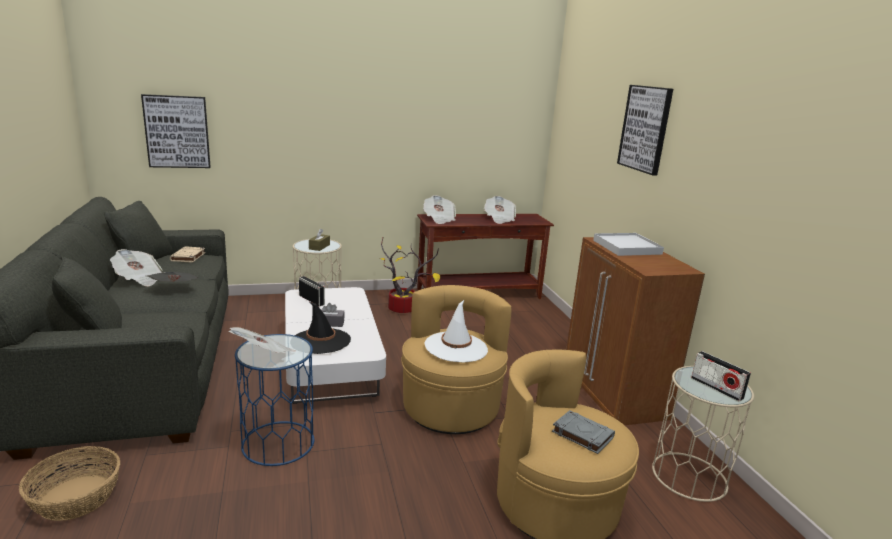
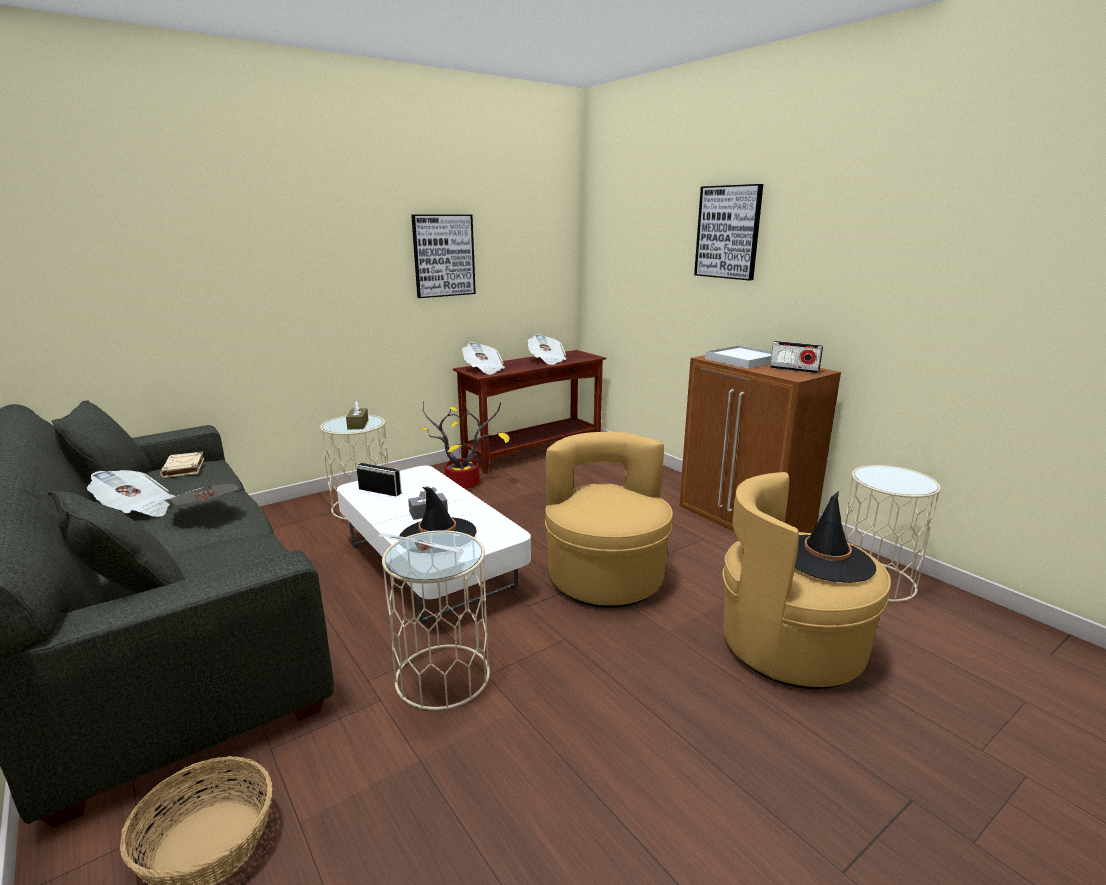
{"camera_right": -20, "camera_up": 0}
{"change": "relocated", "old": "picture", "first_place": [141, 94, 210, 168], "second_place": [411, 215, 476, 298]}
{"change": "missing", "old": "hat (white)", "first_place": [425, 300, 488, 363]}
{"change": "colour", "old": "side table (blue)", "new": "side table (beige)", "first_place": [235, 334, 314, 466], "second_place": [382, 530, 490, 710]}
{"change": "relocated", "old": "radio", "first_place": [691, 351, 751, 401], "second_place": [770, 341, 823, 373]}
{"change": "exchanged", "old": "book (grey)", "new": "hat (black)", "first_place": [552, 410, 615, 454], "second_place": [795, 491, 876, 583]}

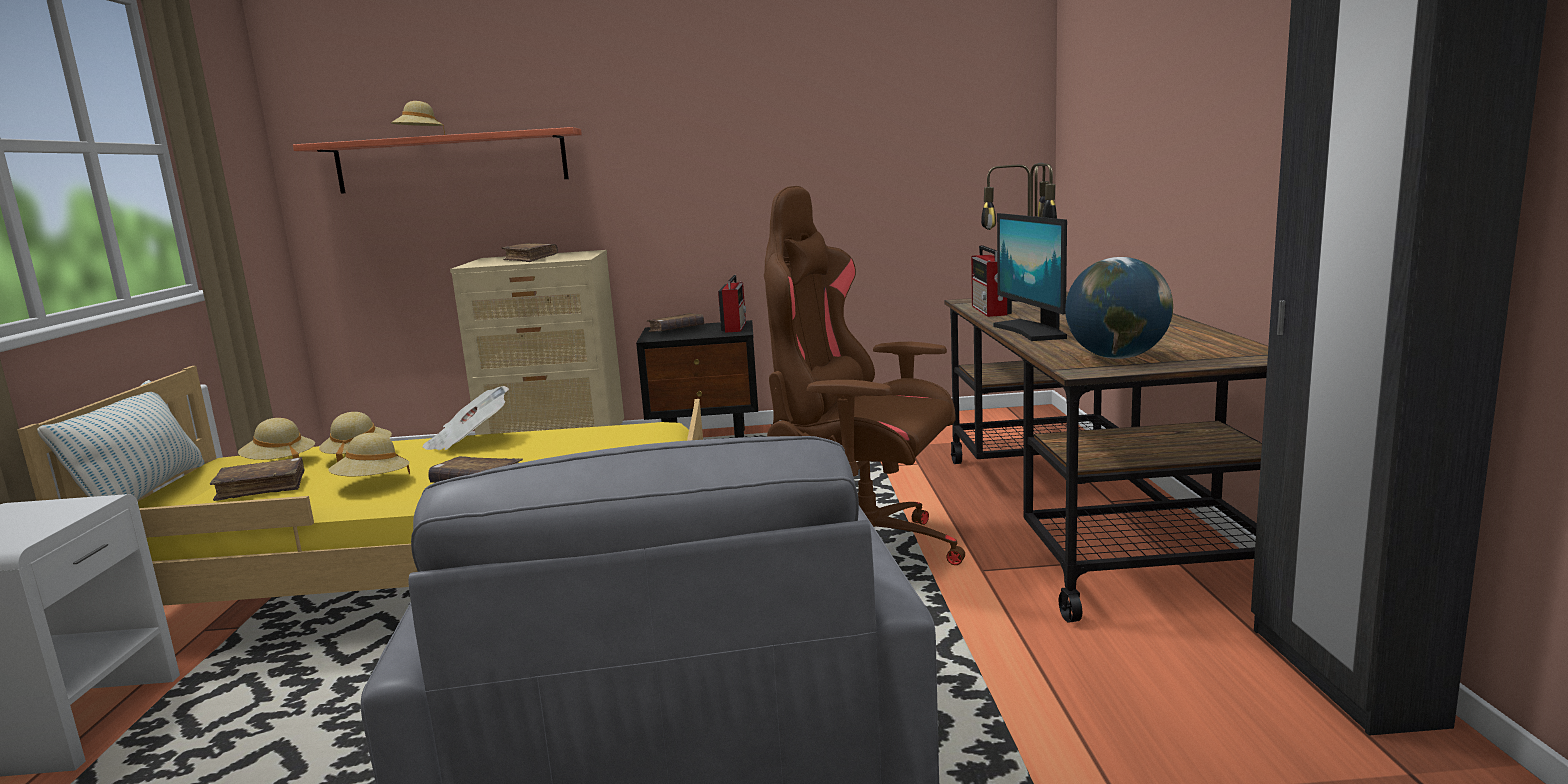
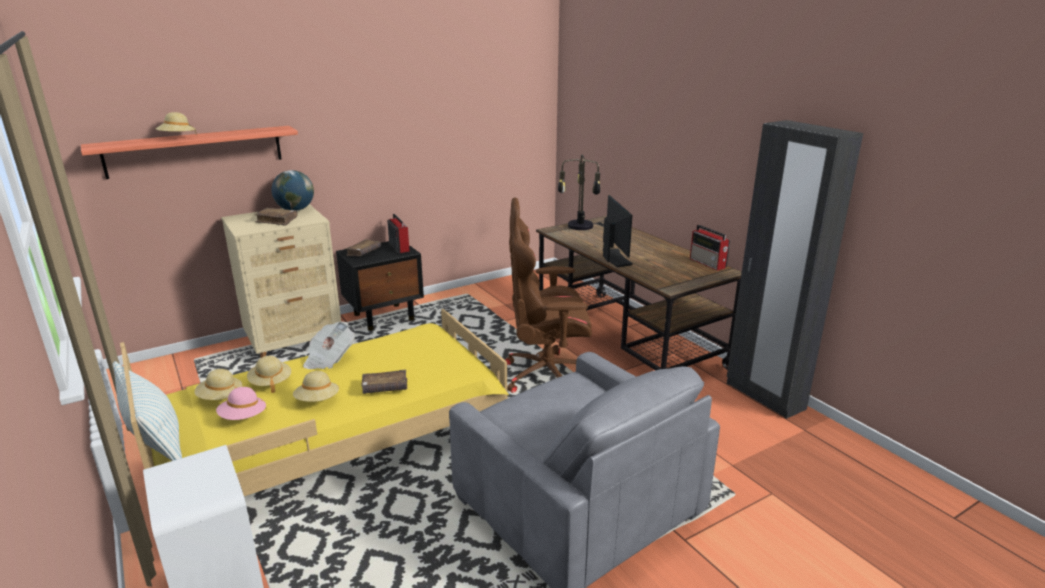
{"camera_right": -30, "camera_up": 10}
{"change": "spun", "old": "monitor", "first_place": [993, 213, 1067, 341], "second_place": [603, 195, 632, 267], "degrees": -150}
{"change": "relocated", "old": "radio", "first_place": [971, 245, 1012, 317], "second_place": [690, 225, 730, 271]}
{"change": "relocated", "old": "globe", "first_place": [1065, 257, 1173, 359], "second_place": [271, 170, 314, 211]}
{"change": "exchanged", "old": "book (brown)", "new": "hat (pink)", "first_place": [210, 457, 305, 501], "second_place": [216, 387, 266, 420]}

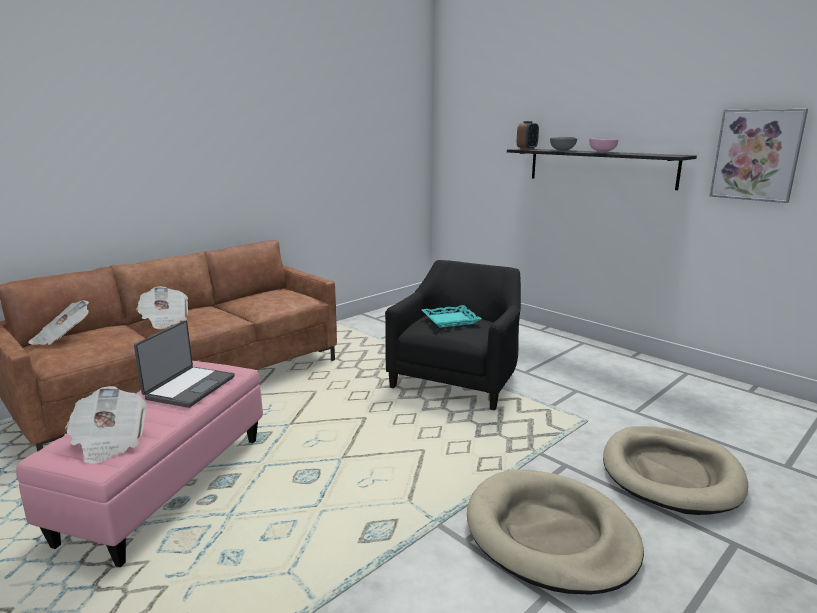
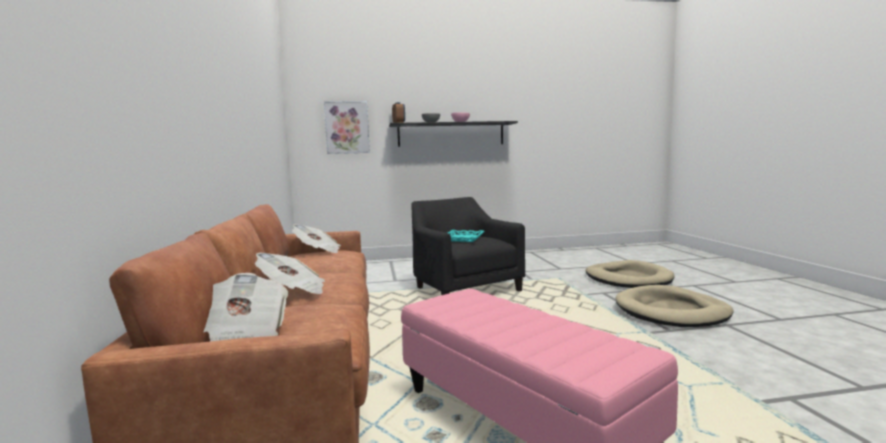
{"camera_right": -55, "camera_up": -10}
{"change": "relocated", "old": "picture", "first_place": [710, 109, 808, 203], "second_place": [324, 101, 370, 154]}
{"change": "missing", "old": "laptop", "first_place": [134, 320, 235, 408]}
{"change": "relocated", "old": "newspaper", "first_place": [65, 386, 147, 464], "second_place": [292, 224, 341, 253]}

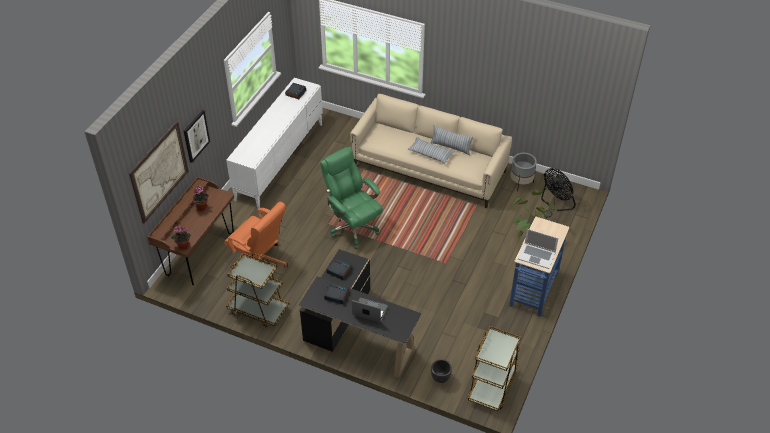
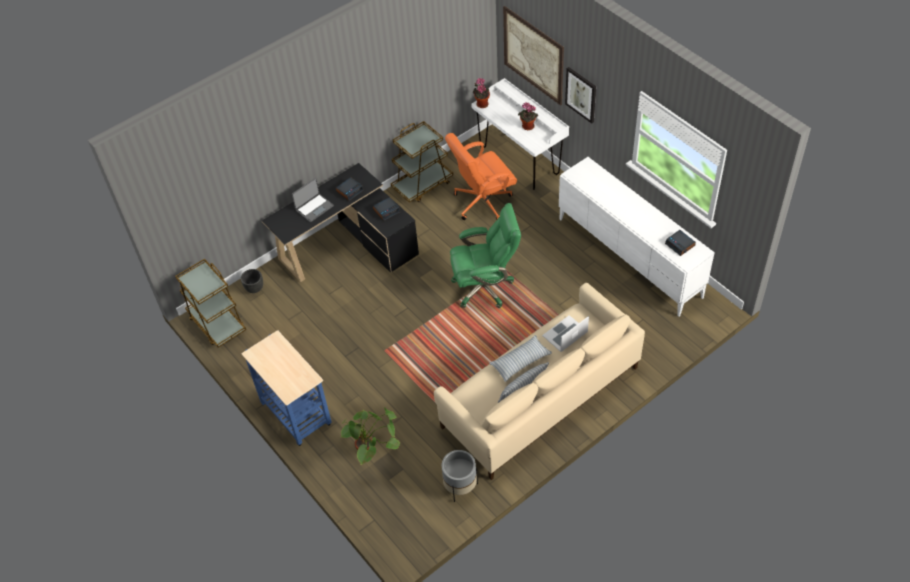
{"camera_right": 120, "camera_up": 5}
{"change": "missing", "old": "fan (black)", "first_place": [541, 168, 576, 218]}
{"change": "colour", "old": "desk (brown)", "new": "desk (white)", "first_place": [147, 177, 234, 285], "second_place": [471, 78, 569, 190]}
{"change": "relocated", "old": "laptop", "first_place": [518, 229, 558, 269], "second_place": [542, 315, 589, 352]}

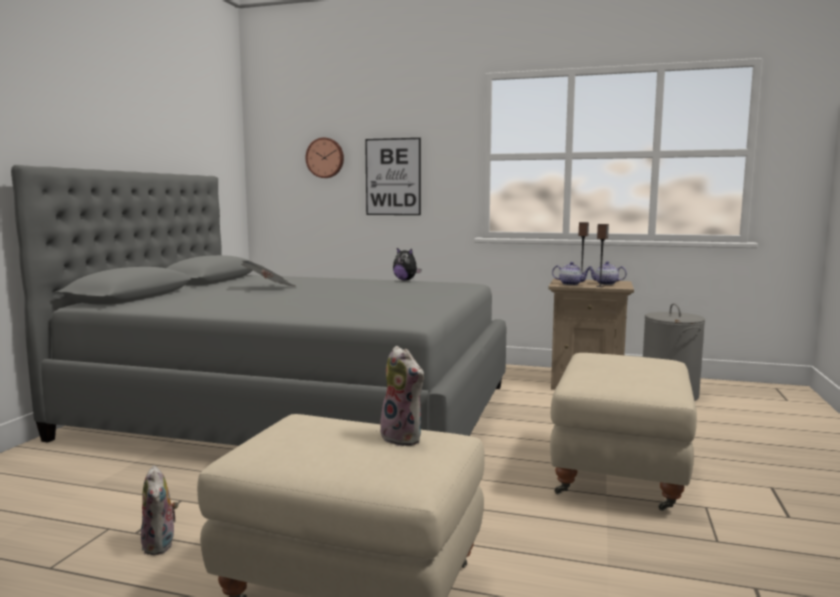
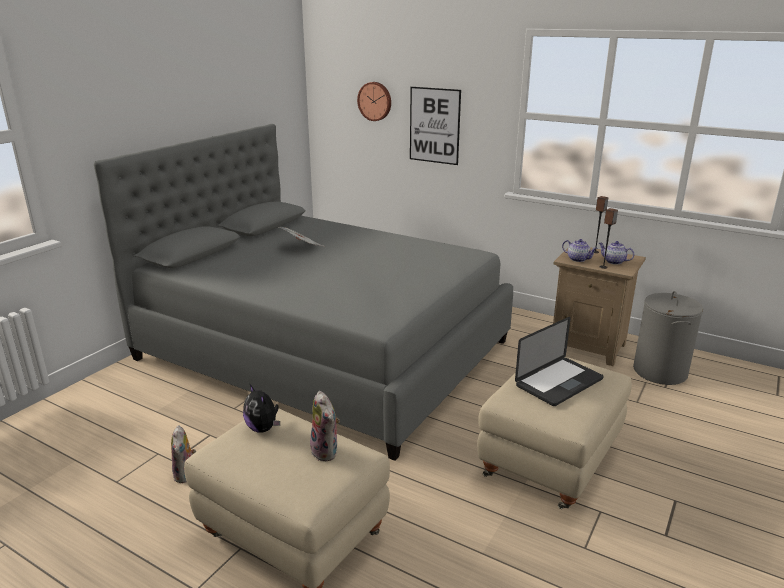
{"camera_right": 15, "camera_up": 15}
{"change": "relocated", "old": "plush toy", "first_place": [393, 248, 421, 281], "second_place": [243, 385, 280, 432]}
{"change": "appeared", "new": "laptop", "second_place": [515, 317, 604, 406]}

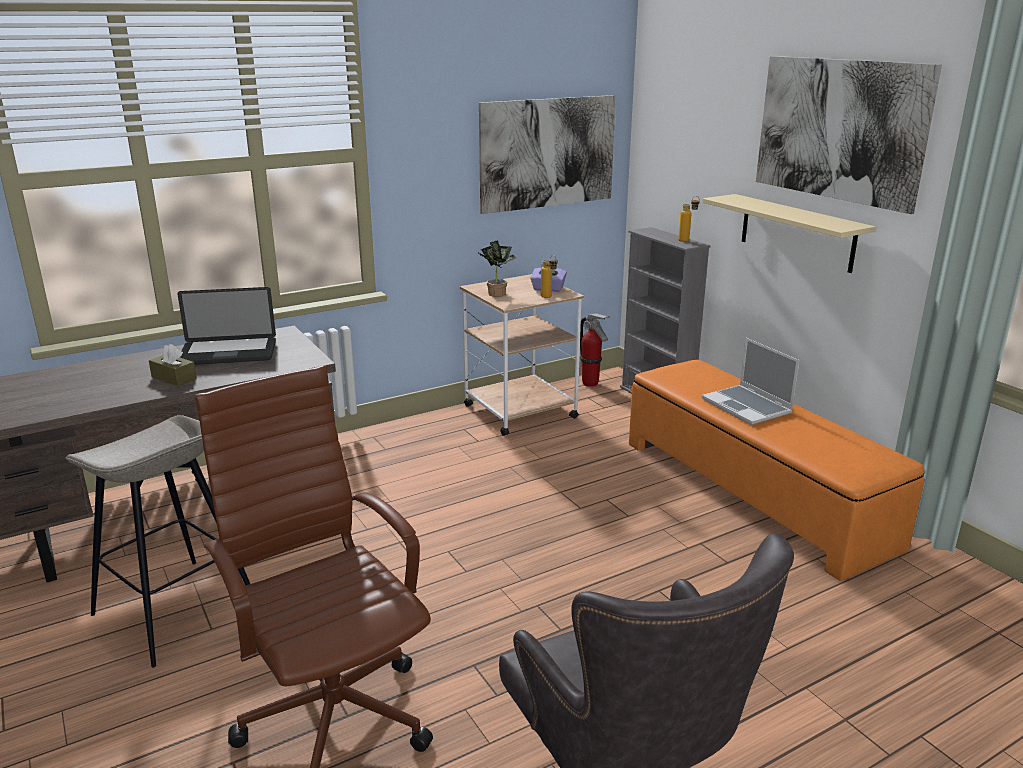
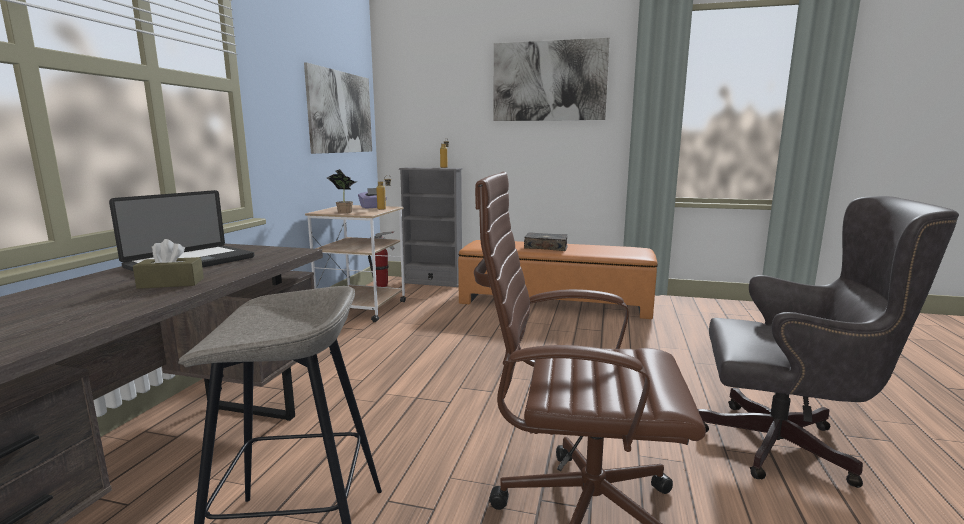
{"camera_right": -45, "camera_up": -10}
{"change": "missing", "old": "shelf (beige)", "first_place": [703, 194, 876, 273]}
{"change": "exchanged", "old": "laptop", "new": "book", "first_place": [702, 338, 799, 425], "second_place": [524, 232, 568, 251]}

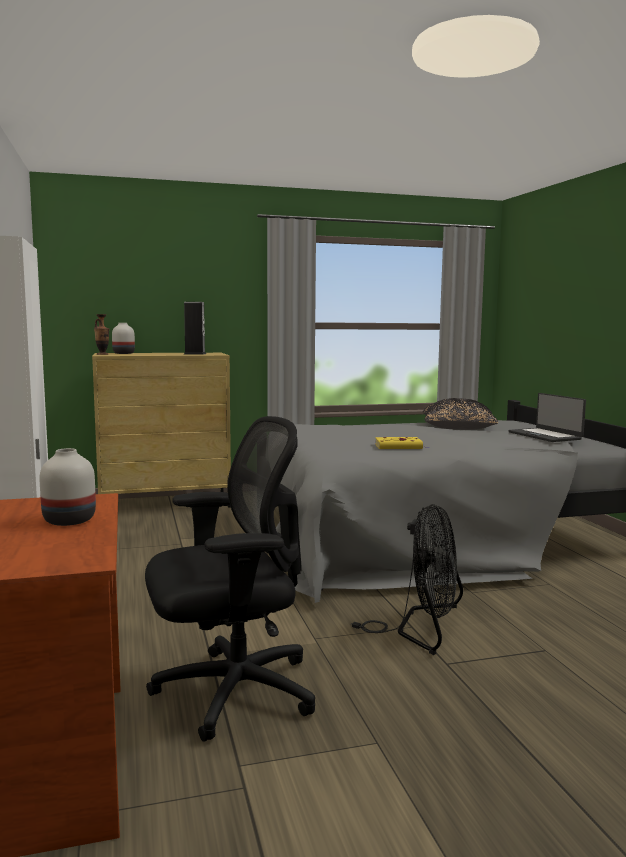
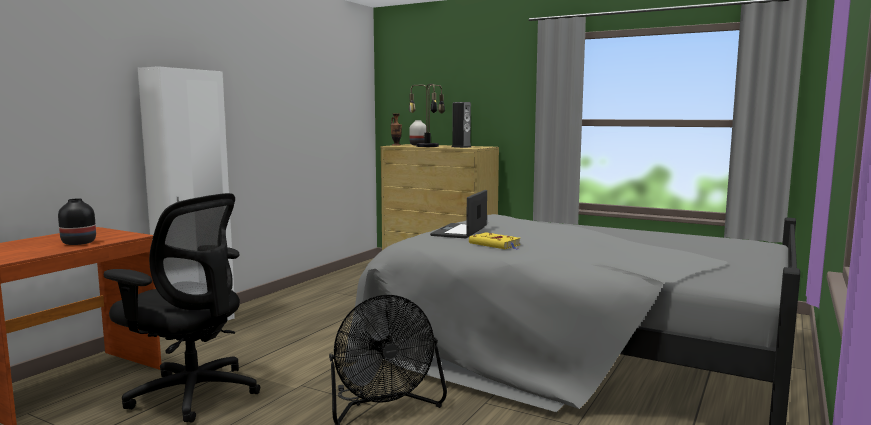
{"camera_right": 45, "camera_up": 0}
{"change": "relocated", "old": "laptop", "first_place": [508, 393, 586, 442], "second_place": [430, 190, 487, 238]}
{"change": "missing", "old": "pillow (grey)", "first_place": [423, 398, 499, 430]}
{"change": "colour", "old": "vase (white)", "new": "vase (black)", "first_place": [40, 448, 96, 526], "second_place": [58, 198, 96, 245]}
{"change": "appeared", "new": "table lamp", "second_place": [409, 84, 445, 147]}

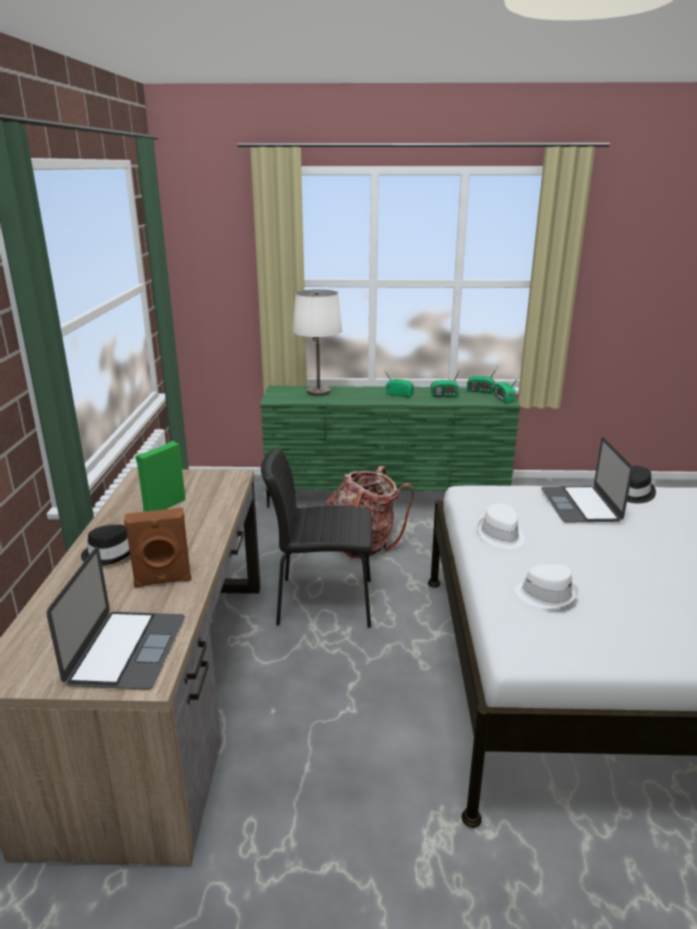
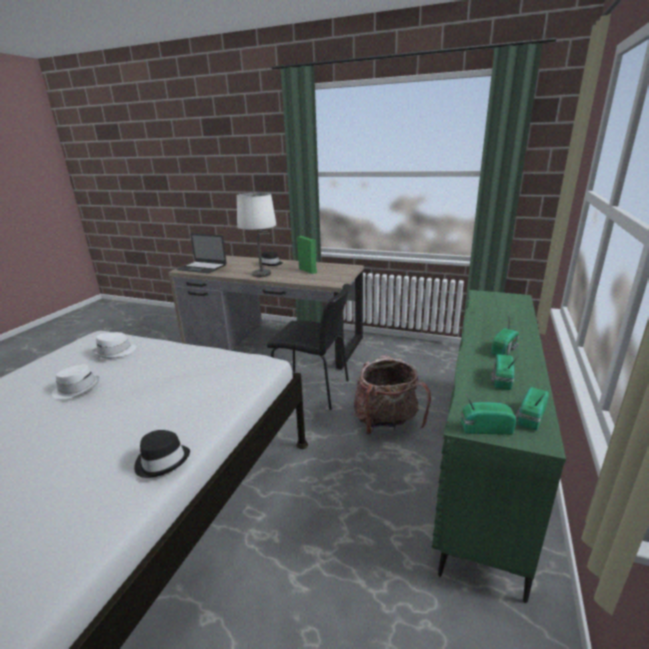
{"camera_right": 110, "camera_up": 0}
{"change": "relocated", "old": "table lamp (white)", "first_place": [293, 289, 342, 396], "second_place": [237, 192, 277, 277]}
{"change": "missing", "old": "laptop", "first_place": [541, 437, 633, 523]}
{"change": "spun", "old": "chair (black)", "first_place": [261, 448, 372, 628], "second_place": [267, 284, 351, 410], "degrees": 90}
{"change": "relocated", "old": "hat (white)", "first_place": [477, 504, 524, 549], "second_place": [52, 364, 100, 400]}
{"change": "missing", "old": "speaker (brown)", "first_place": [124, 508, 191, 588]}

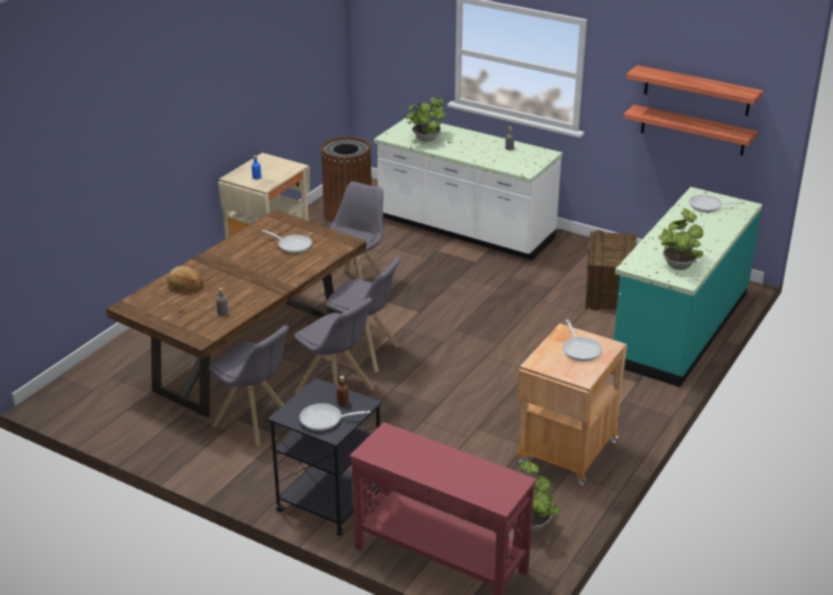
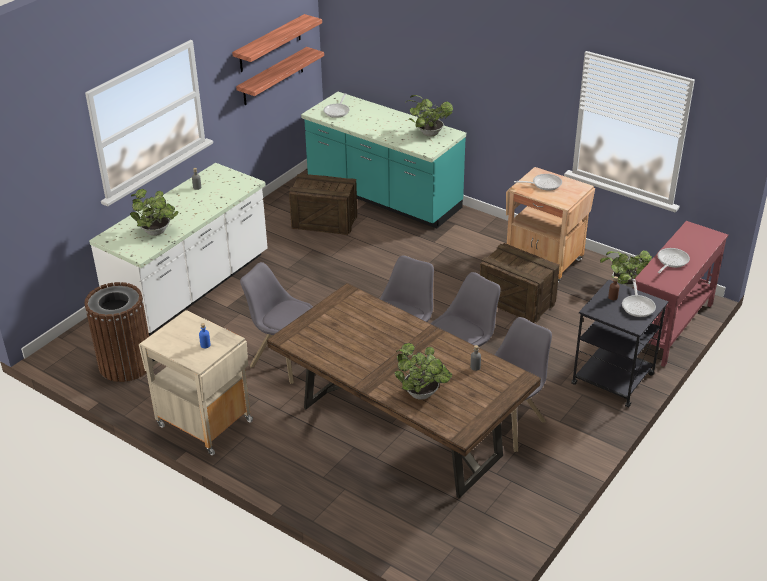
{"camera_right": -85, "camera_up": 5}
{"change": "relocated", "old": "frying pan", "first_place": [262, 230, 312, 253], "second_place": [657, 248, 690, 273]}
{"change": "exchanged", "old": "bread", "new": "potted plant", "first_place": [167, 266, 203, 290], "second_place": [395, 343, 452, 400]}
{"change": "appeared", "new": "crate", "second_place": [480, 243, 560, 323]}

